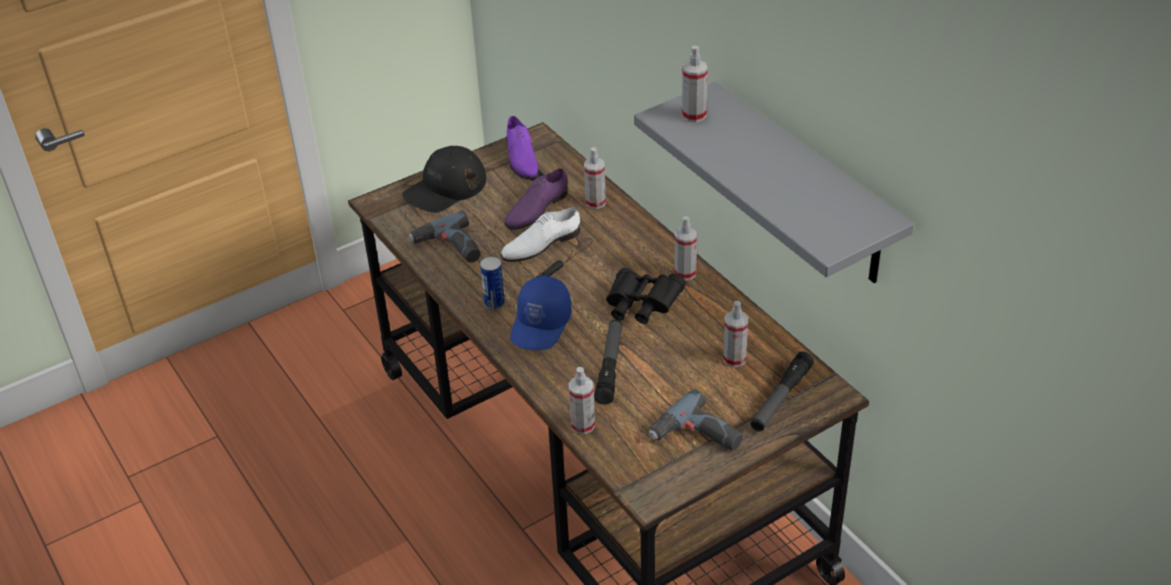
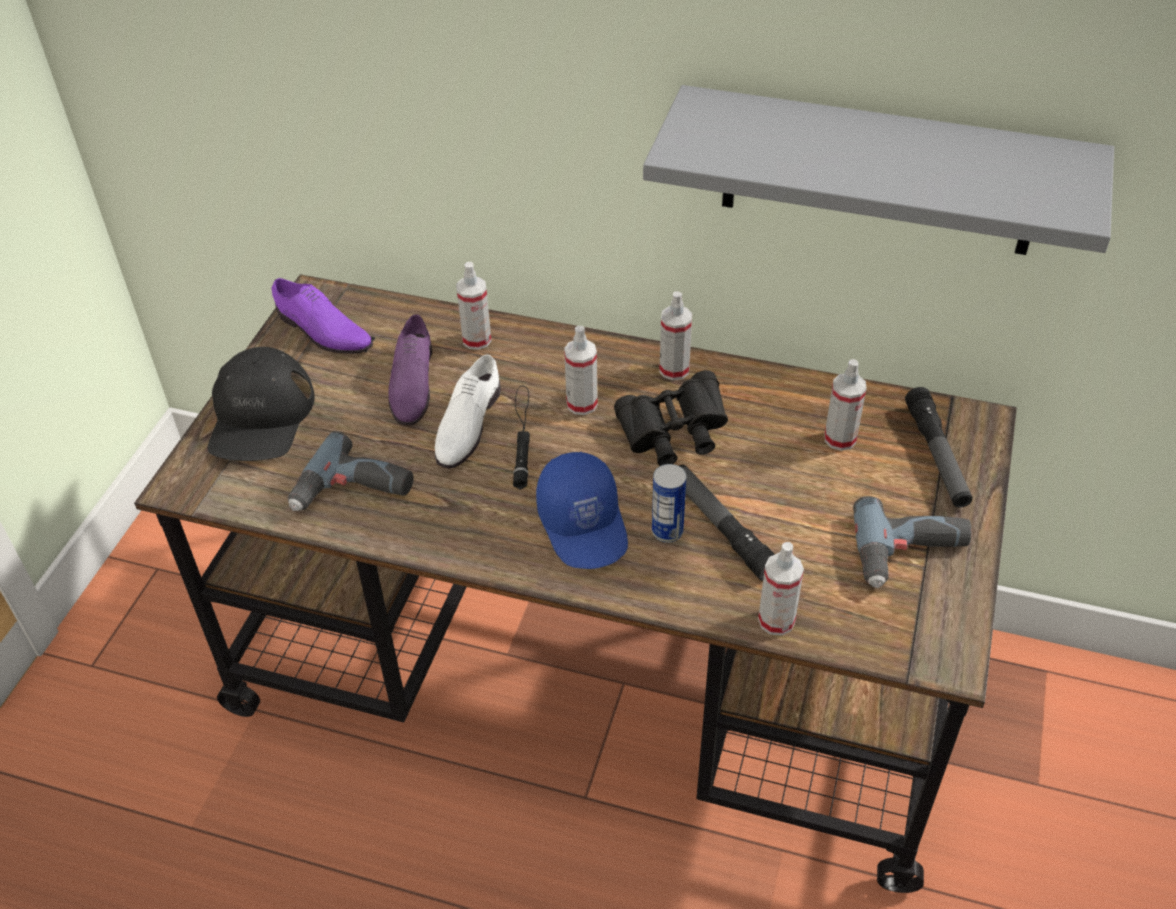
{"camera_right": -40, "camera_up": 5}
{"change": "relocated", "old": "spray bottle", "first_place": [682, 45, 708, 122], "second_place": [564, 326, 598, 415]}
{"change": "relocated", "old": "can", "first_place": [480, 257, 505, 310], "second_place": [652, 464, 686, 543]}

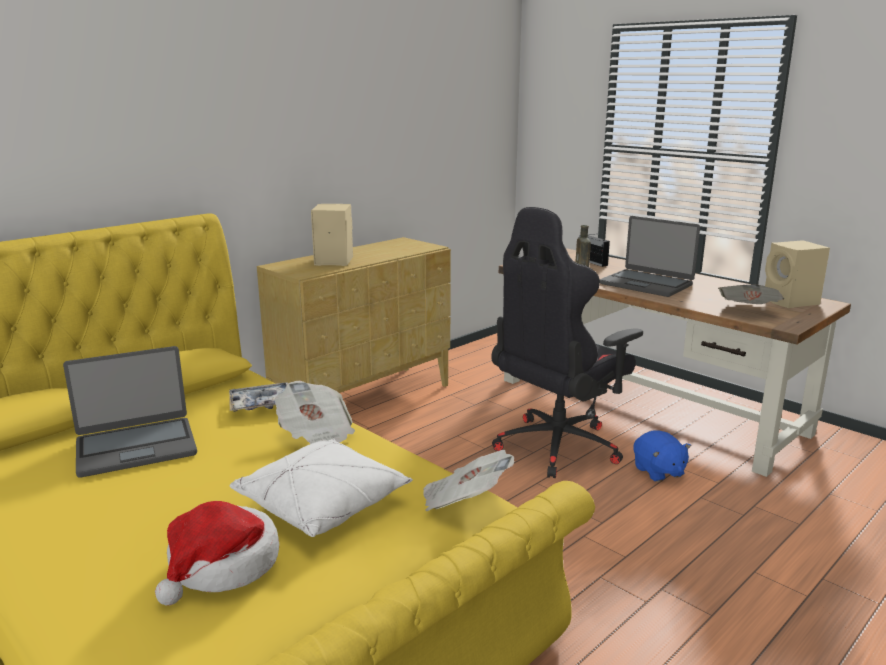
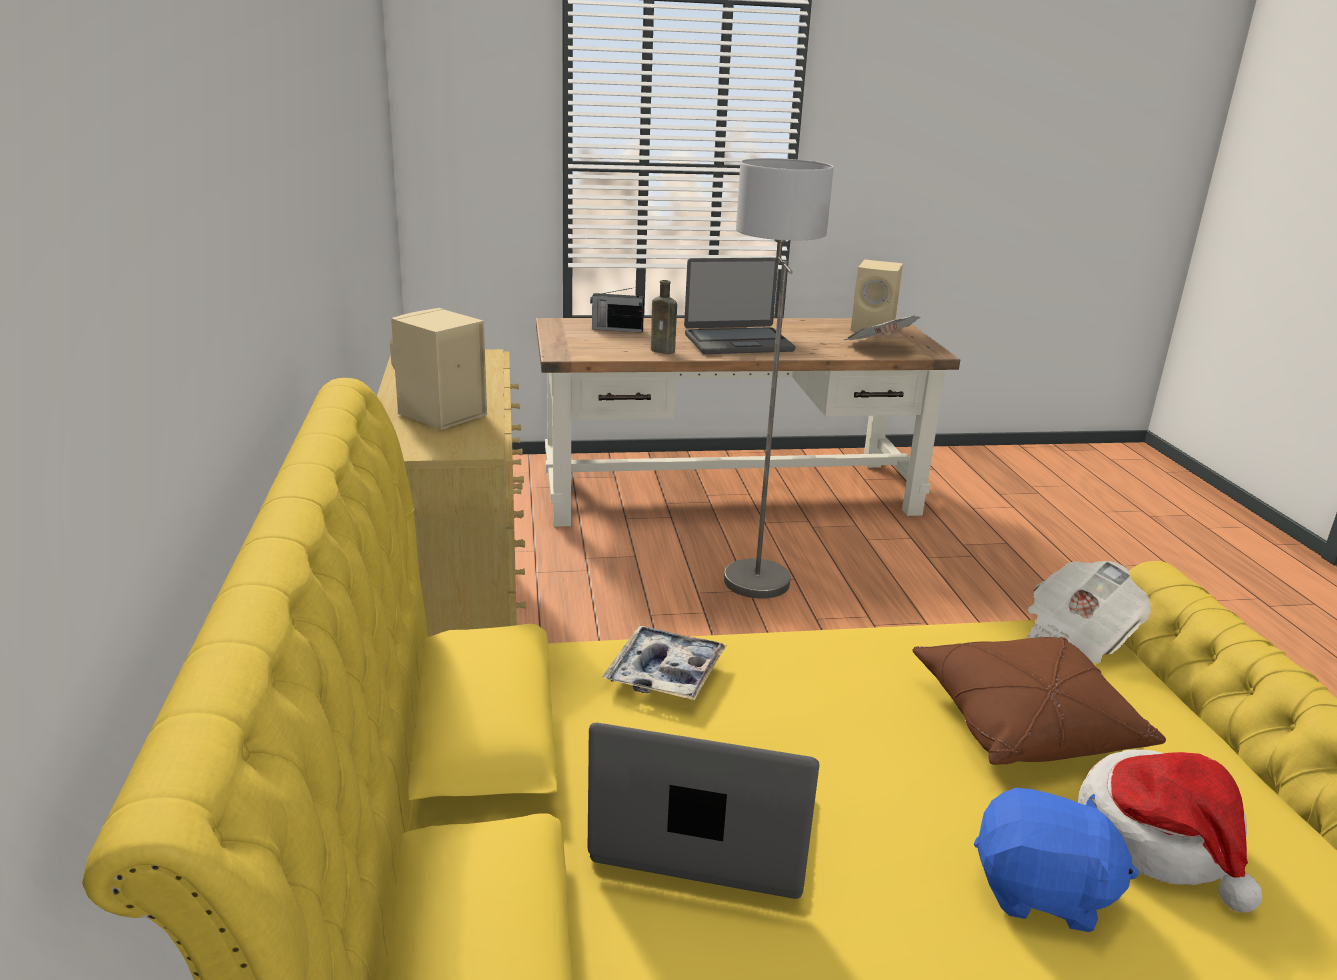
{"camera_right": -55, "camera_up": 5}
{"change": "exchanged", "old": "office chair (black)", "new": "floor lamp (grey)", "first_place": [491, 207, 643, 478], "second_place": [724, 158, 834, 599]}
{"change": "spun", "old": "laptop", "first_place": [63, 346, 197, 478], "second_place": [588, 723, 819, 899], "degrees": -90}
{"change": "missing", "old": "newspaper", "first_place": [274, 381, 355, 444]}
{"change": "relocated", "old": "plush toy (blue)", "first_place": [634, 430, 691, 482], "second_place": [974, 788, 1139, 932]}
{"change": "colour", "old": "pillow (white)", "new": "pillow (brown)", "first_place": [230, 438, 413, 537], "second_place": [913, 637, 1166, 765]}

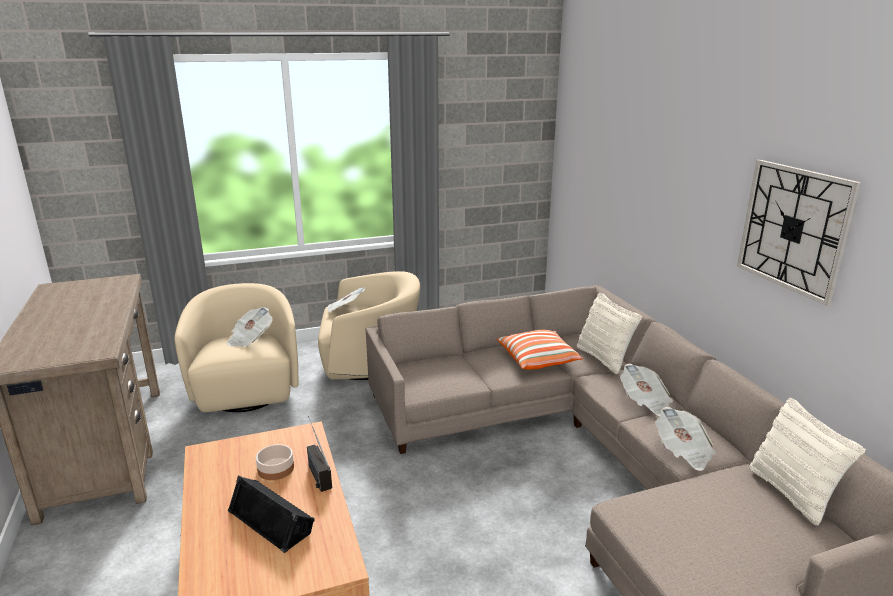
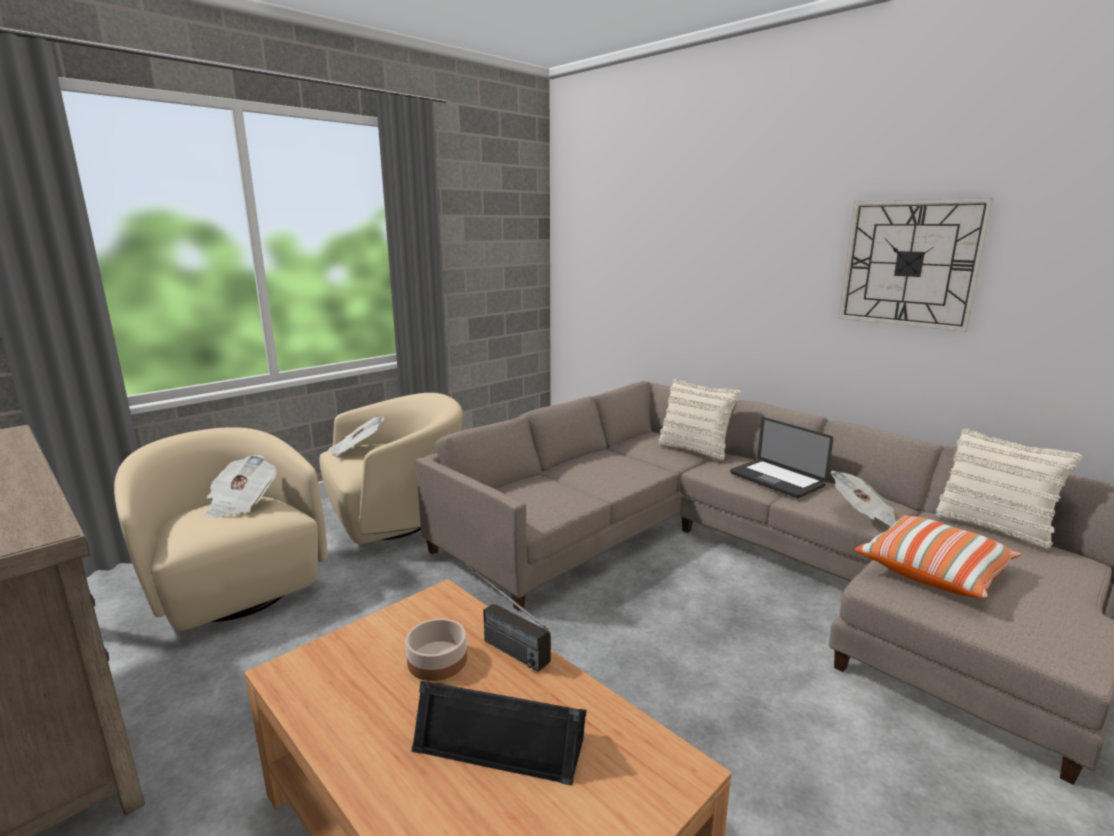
{"camera_right": -25, "camera_up": -5}
{"change": "relocated", "old": "pillow", "first_place": [497, 330, 583, 370], "second_place": [855, 515, 1022, 599]}
{"change": "exchanged", "old": "newspaper", "new": "laptop", "first_place": [620, 364, 673, 416], "second_place": [730, 417, 833, 498]}

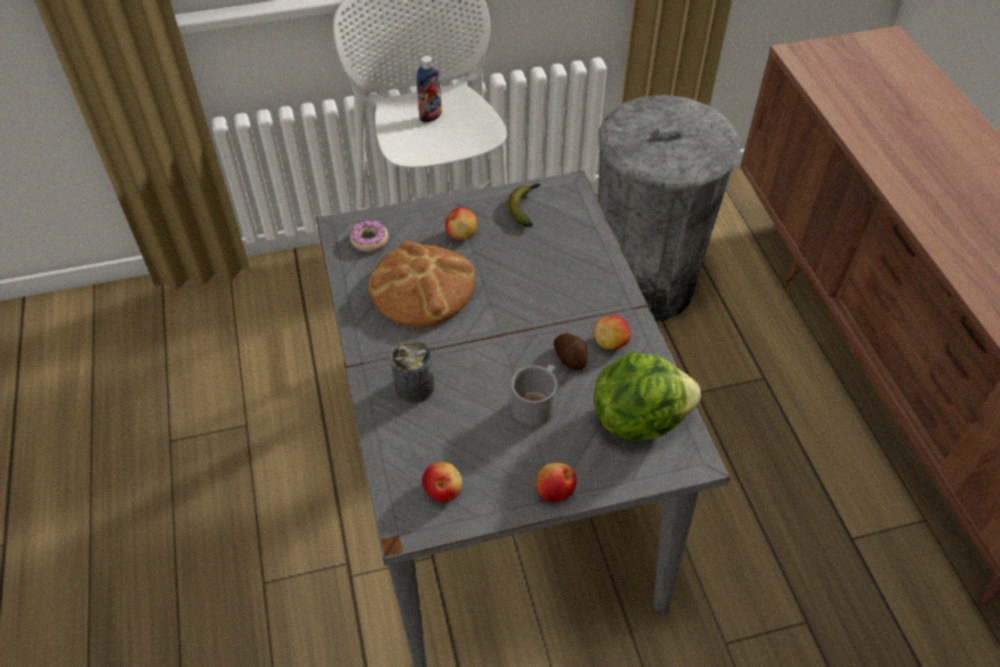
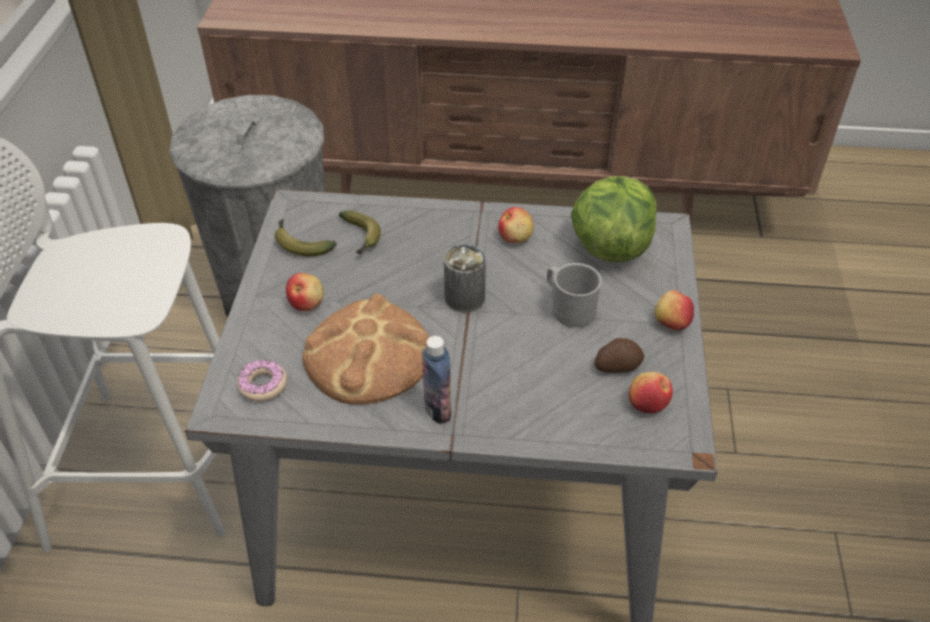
{"camera_right": -70, "camera_up": -5}
{"change": "relocated", "old": "bottle", "first_place": [416, 56, 442, 123], "second_place": [422, 336, 451, 424]}
{"change": "relocated", "old": "potato", "first_place": [553, 333, 588, 370], "second_place": [594, 338, 645, 373]}
{"change": "relocated", "old": "can", "first_place": [391, 340, 434, 404], "second_place": [444, 244, 486, 313]}
{"change": "appeared", "new": "banana", "second_place": [339, 210, 381, 255]}

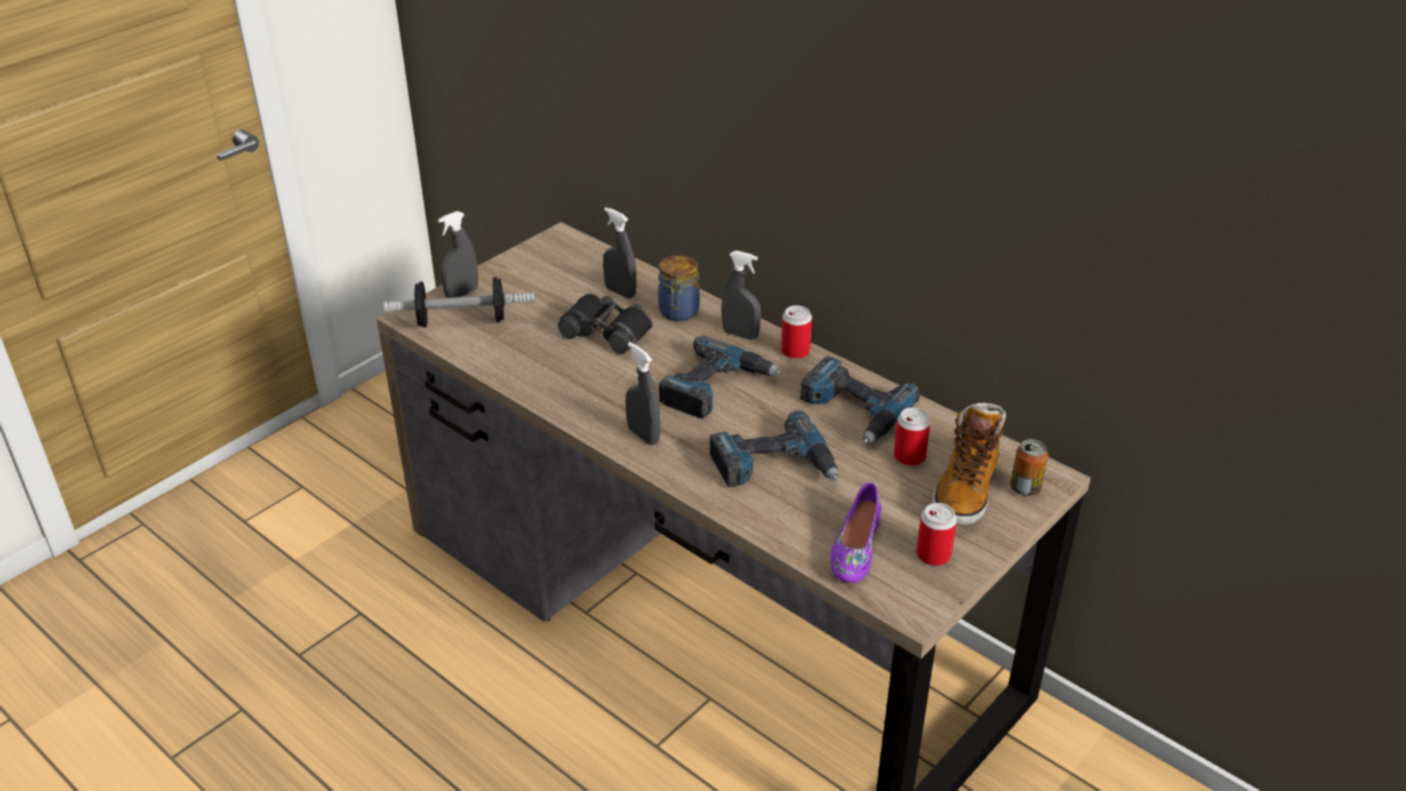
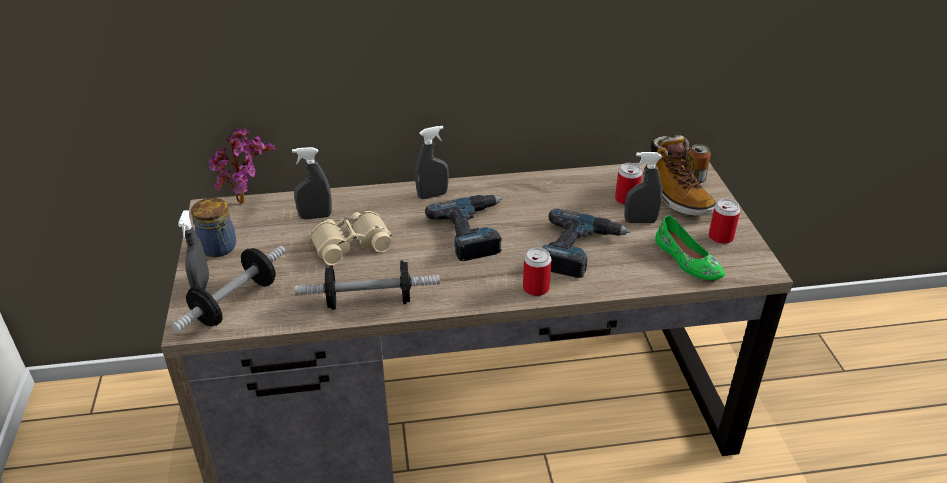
{"camera_right": -50, "camera_up": 0}
{"change": "relocated", "old": "jar", "first_place": [658, 255, 700, 321], "second_place": [191, 198, 236, 257]}
{"change": "colour", "old": "binoculars (black)", "new": "binoculars (beige)", "first_place": [558, 293, 653, 354], "second_place": [310, 211, 392, 265]}
{"change": "relocated", "old": "can", "first_place": [781, 305, 812, 359], "second_place": [523, 248, 551, 296]}
{"change": "relocated", "old": "spray bottle (grey)", "first_place": [625, 342, 661, 445], "second_place": [624, 152, 662, 223]}
{"change": "missing", "old": "power drill", "first_place": [799, 356, 921, 444]}
{"change": "colour", "old": "shoe (purple)", "new": "shoe (green)", "first_place": [830, 483, 881, 583], "second_place": [655, 215, 725, 280]}
{"change": "appeared", "new": "potted plant", "second_place": [208, 128, 276, 203]}
{"change": "appeared", "new": "dumbbell", "second_place": [295, 260, 440, 310]}

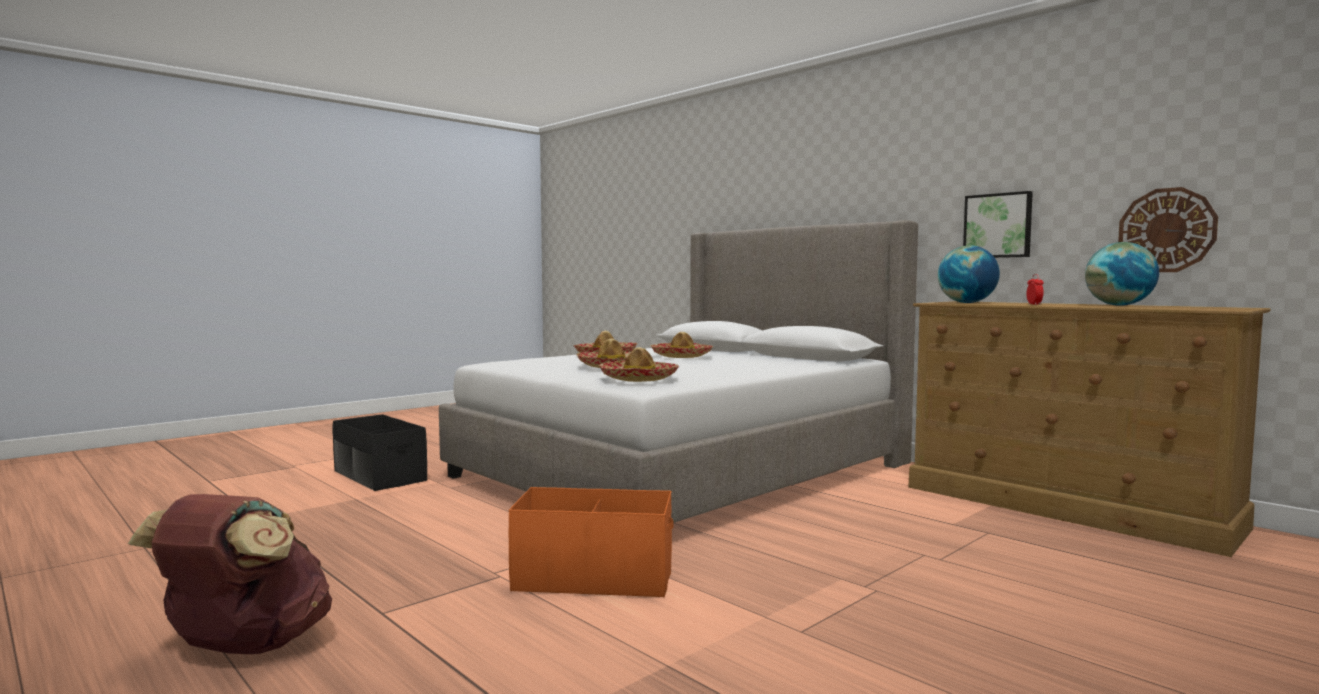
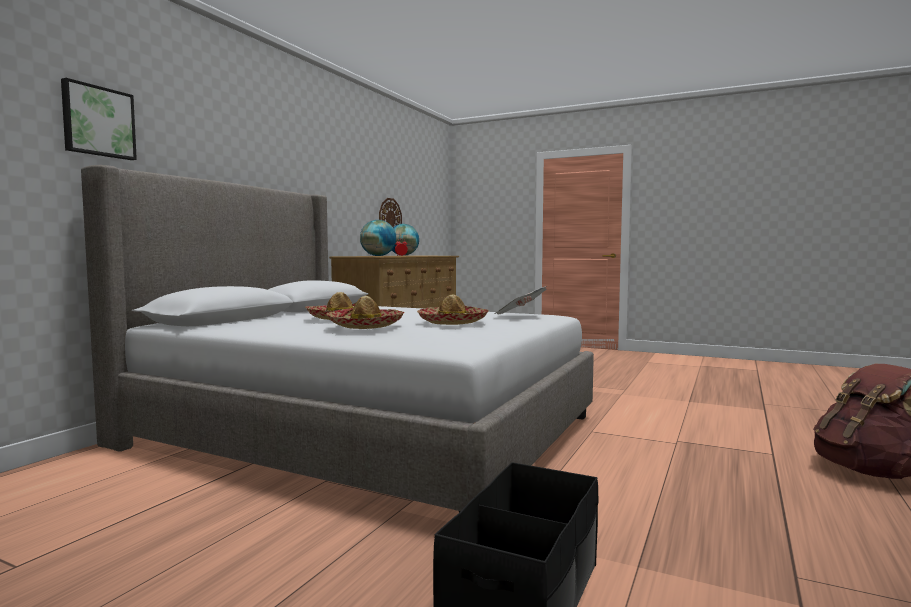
{"camera_right": -110, "camera_up": 0}
{"change": "relocated", "old": "picture", "first_place": [963, 191, 1033, 258], "second_place": [61, 78, 137, 160]}
{"change": "exchanged", "old": "hat", "new": "newspaper", "first_place": [599, 347, 679, 382], "second_place": [494, 286, 547, 315]}
{"change": "missing", "old": "storage box (orange)", "first_place": [509, 487, 673, 598]}

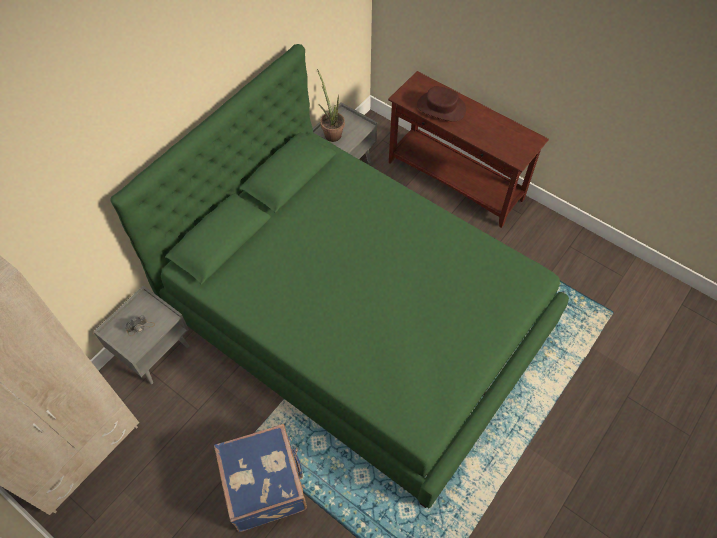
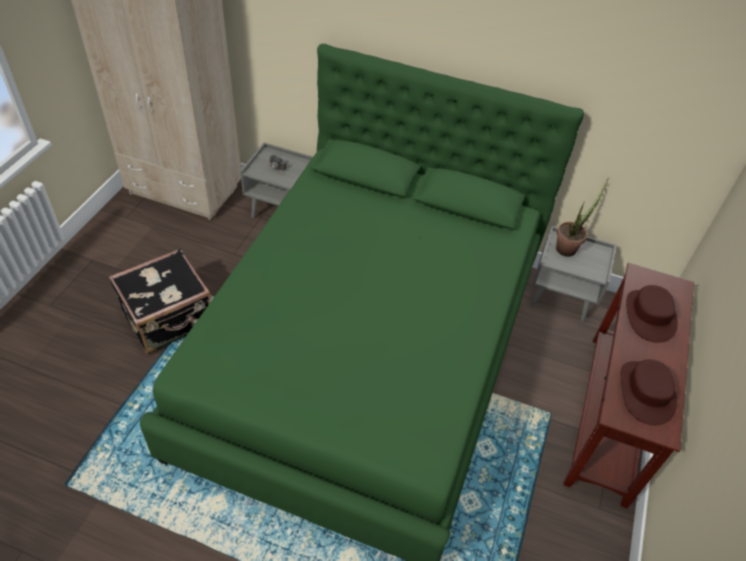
{"camera_right": 70, "camera_up": -10}
{"change": "colour", "old": "suitcase (blue)", "new": "suitcase (black)", "first_place": [214, 424, 307, 532], "second_place": [109, 248, 211, 354]}
{"change": "appeared", "new": "hat (brown)", "second_place": [621, 359, 677, 425]}

